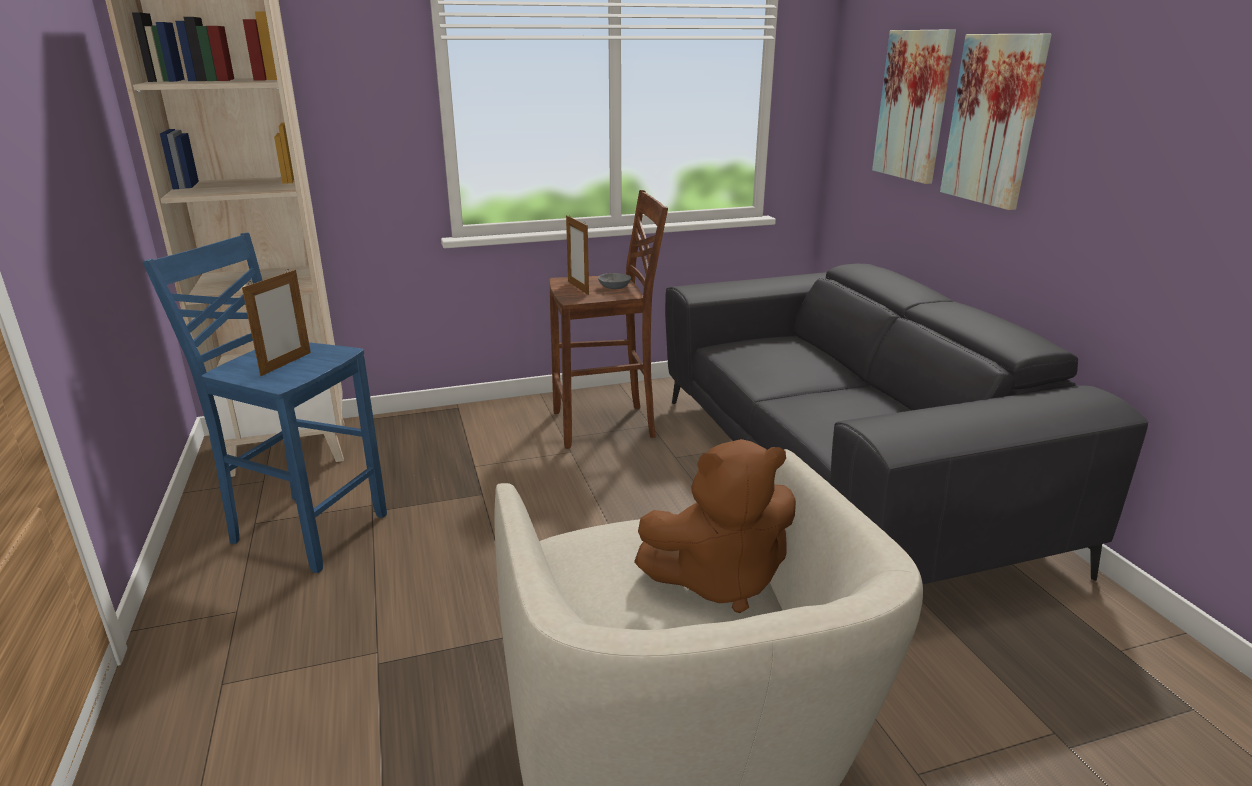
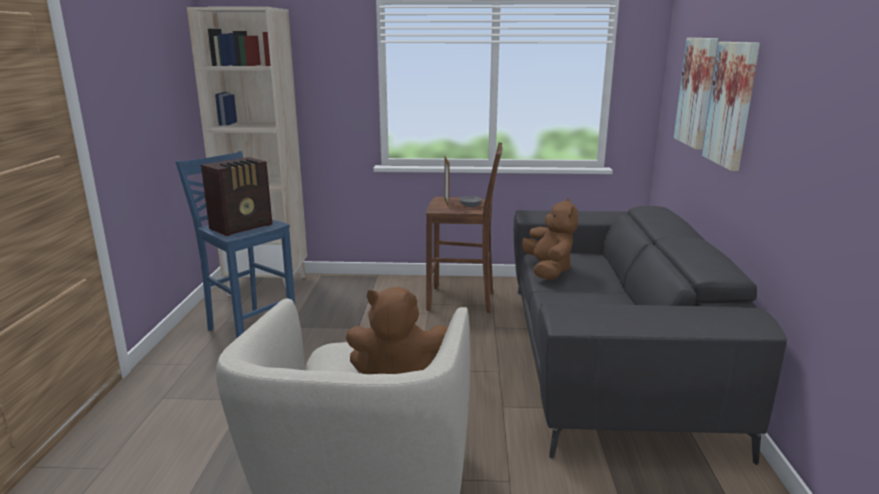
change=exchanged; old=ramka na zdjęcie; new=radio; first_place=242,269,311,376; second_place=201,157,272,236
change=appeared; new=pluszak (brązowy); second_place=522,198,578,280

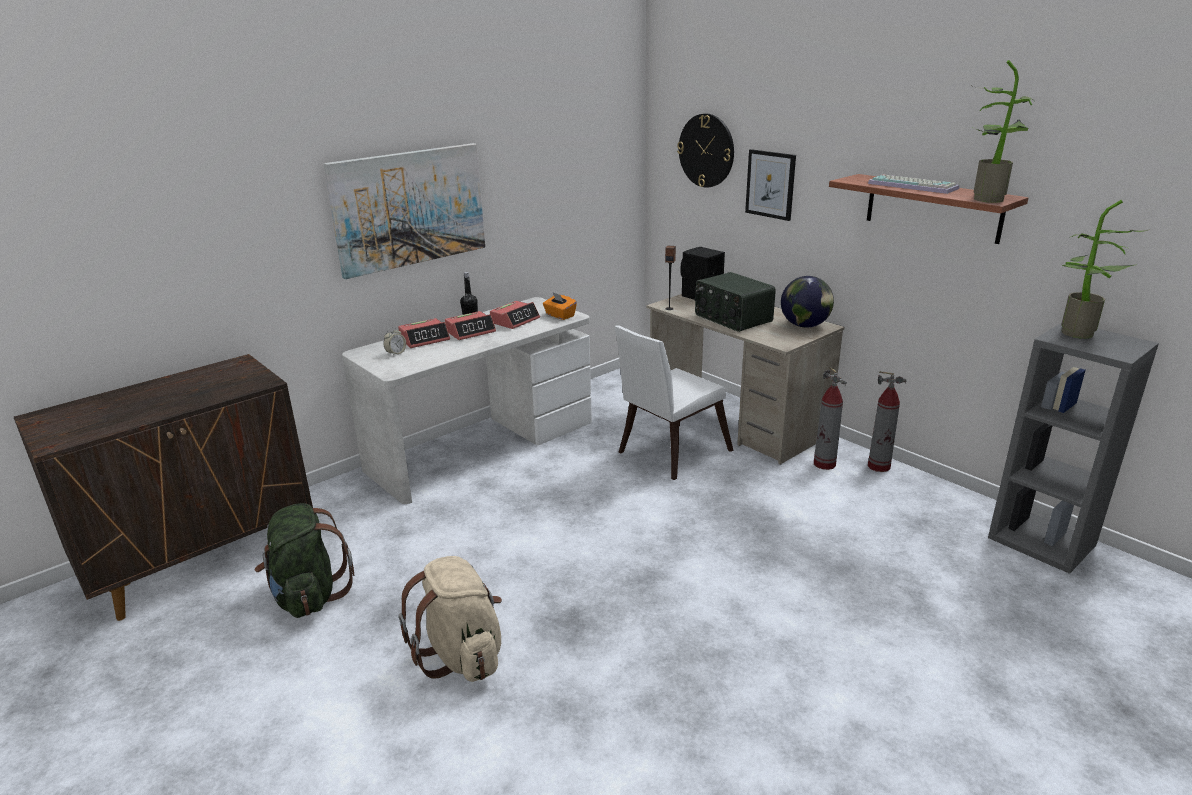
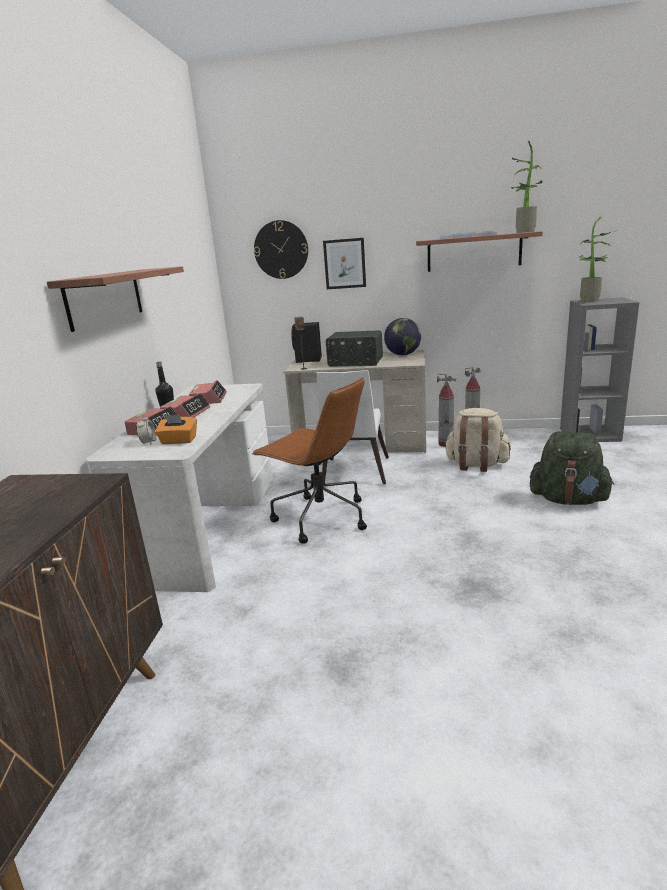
change=exchanged; old=obraz; new=półka; first_place=324,143,485,279; second_place=47,266,184,332
change=relocated; old=pudełko chusteczek (pomarańczowy); first_place=543,292,577,320; second_place=155,415,197,444
change=appeared; new=krzesło biurowe (brązowy); second_place=251,377,367,544
change=relocated; old=plecak (beżowy); first_place=399,556,502,682; second_place=444,408,511,472
change=relocated; old=plecak (zielony); first_place=255,503,354,618; second_place=530,431,614,505

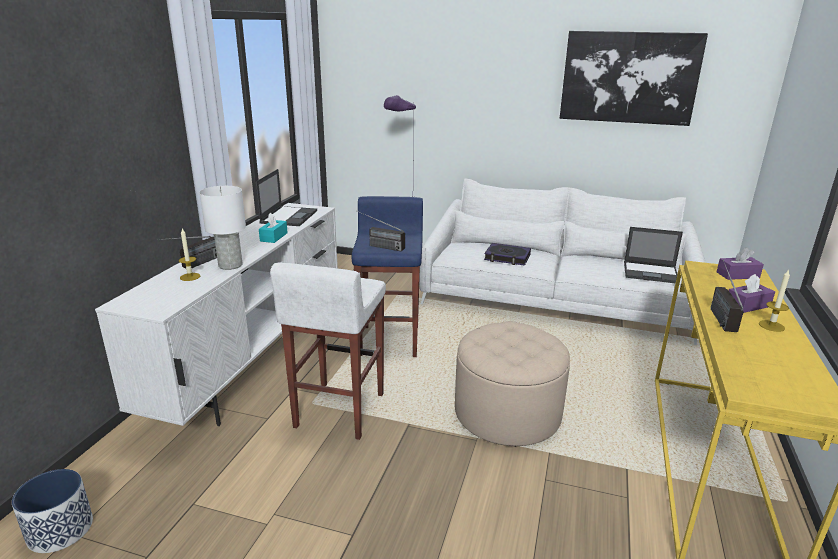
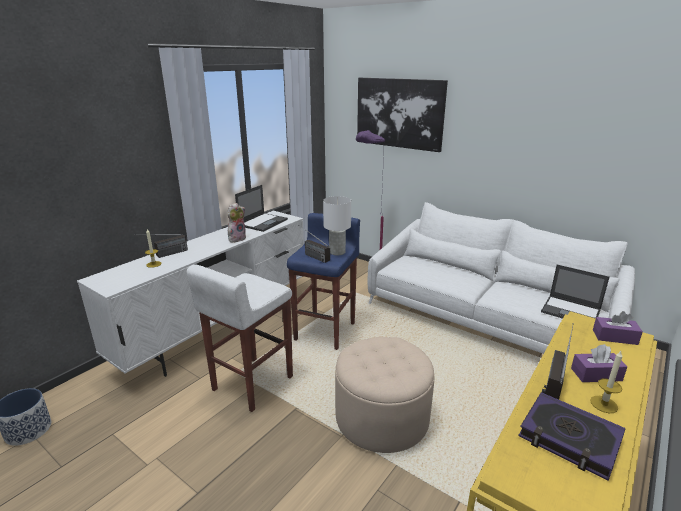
change=exchanged; old=pudełko chusteczek (turkusowy); new=pluszak; first_place=259,213,288,243; second_place=227,203,246,242
change=relocated; old=lampa stołowa (biały); first_place=200,186,246,270; second_place=323,196,351,255
change=relocated; old=obraz; first_place=560,31,708,126; second_place=357,78,448,152
change=relocated; old=książka; first_place=484,243,531,266; second_place=518,392,625,481

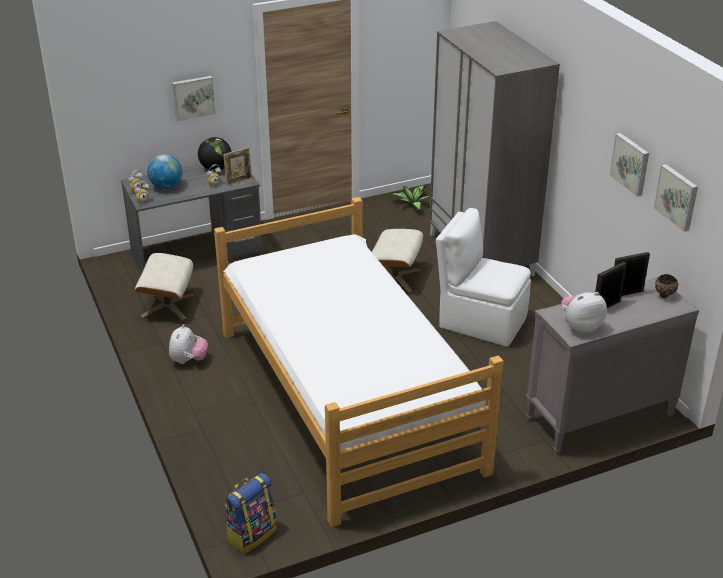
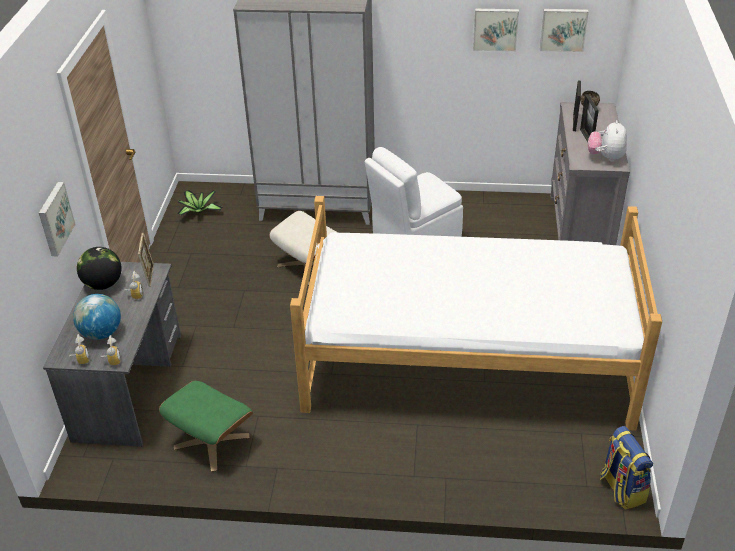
change=colour; old=pufa (beżowy); new=pufa (zielony); first_place=135,253,195,321; second_place=159,381,253,472
change=missing; old=pluszak; first_place=169,325,208,364

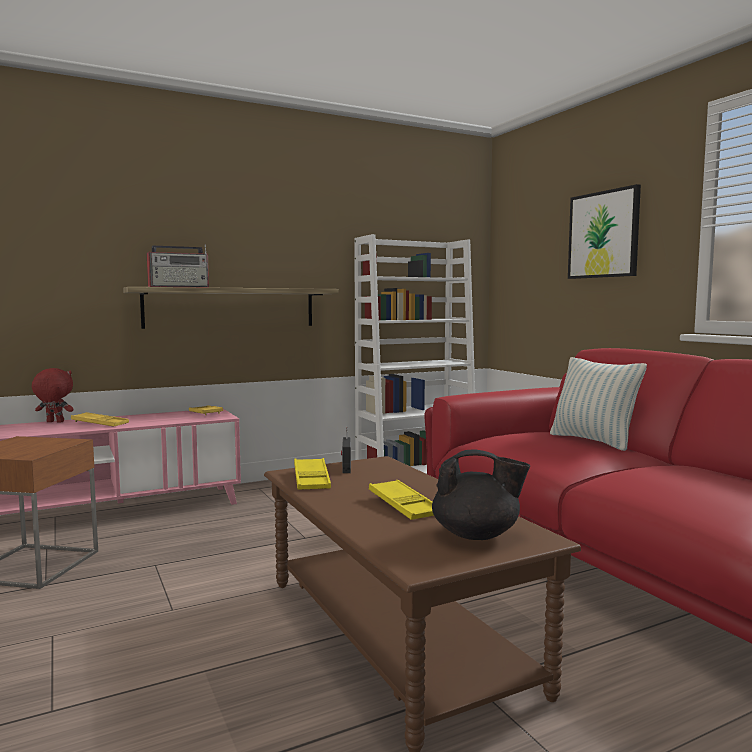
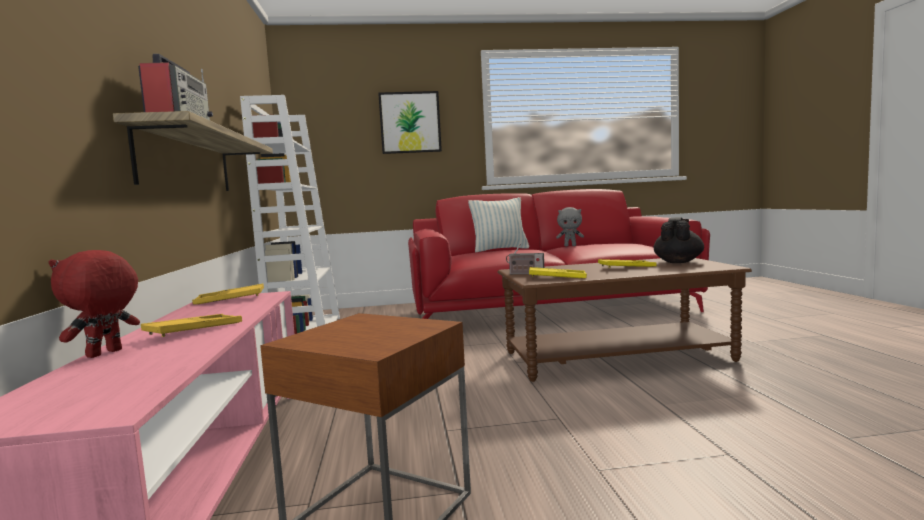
change=appeared; new=pluszak (szary); second_place=556,207,584,246

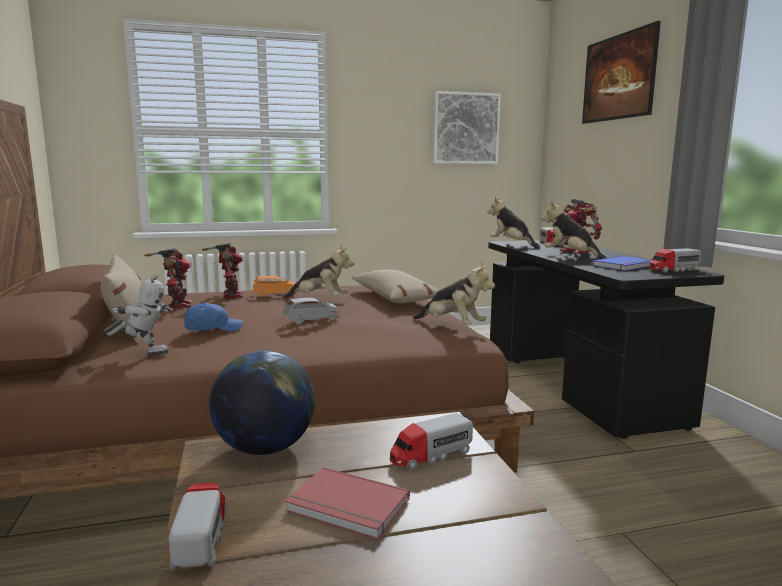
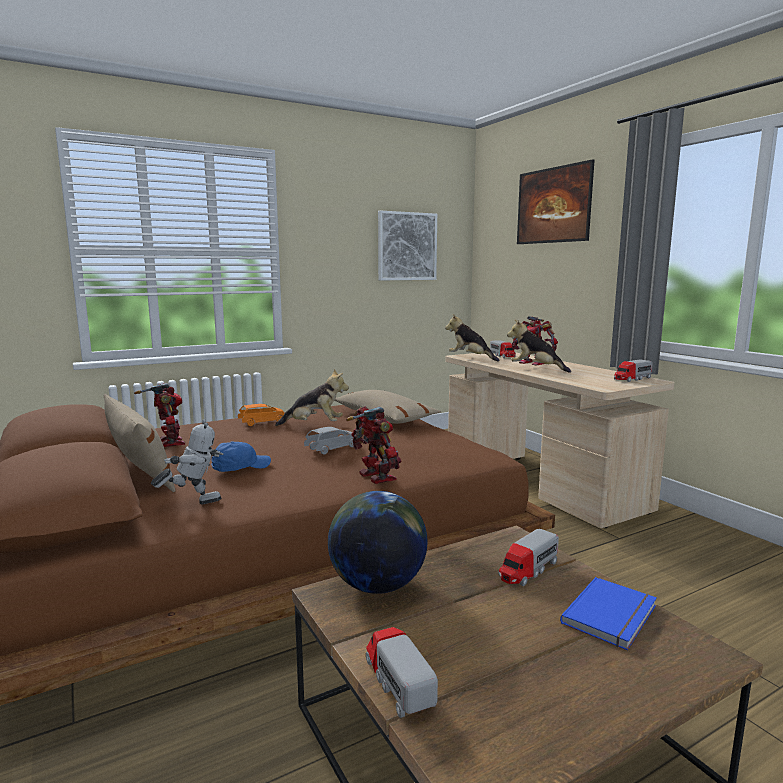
change=relocated; old=robot zabawkowy; first_place=202,243,243,298; second_place=346,406,401,484
change=colour; old=biurko (czarny); new=biurko (beżowy); first_place=488,240,724,439; second_place=445,352,674,528
change=relocated; old=książka (niebieski); first_place=592,256,651,271; second_place=560,577,657,650
change=missing; old=książka (czerwony); first_place=284,467,410,540
change=missing; old=pluszak; first_place=413,262,495,324

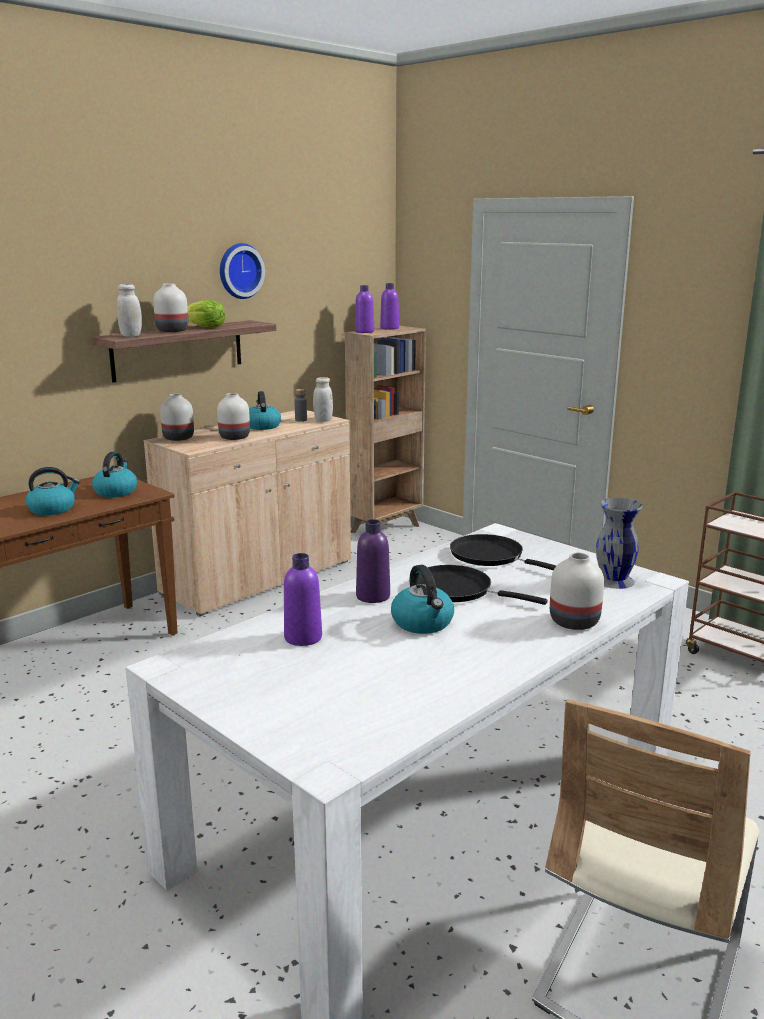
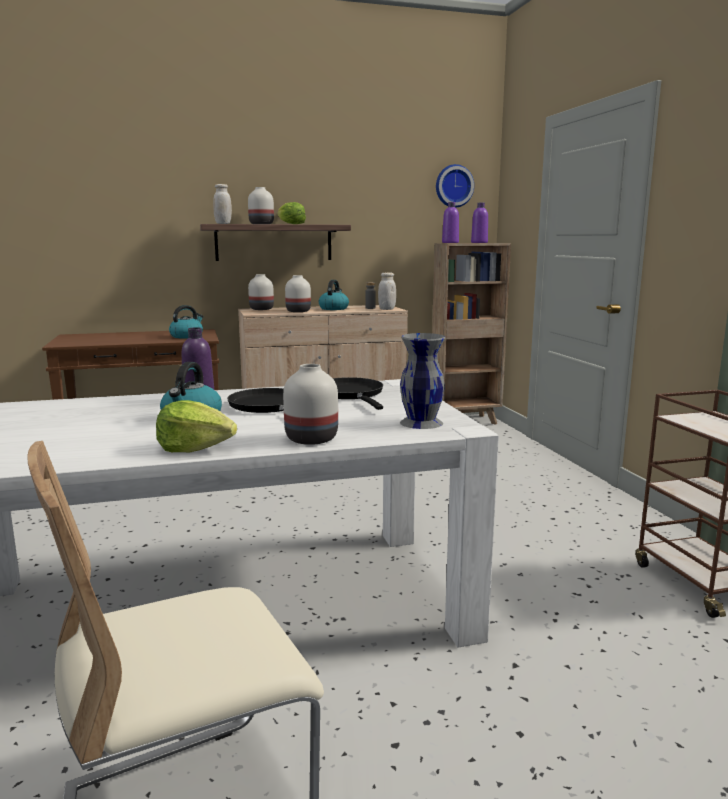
change=appeared; new=sałata; second_place=156,400,237,452
change=relocated; old=zegar ścienny; first_place=220,243,265,299; second_place=436,164,474,208
change=missing; old=czajnik; first_place=26,467,80,515
change=missing; old=butelka (fioletowy); first_place=284,553,322,646

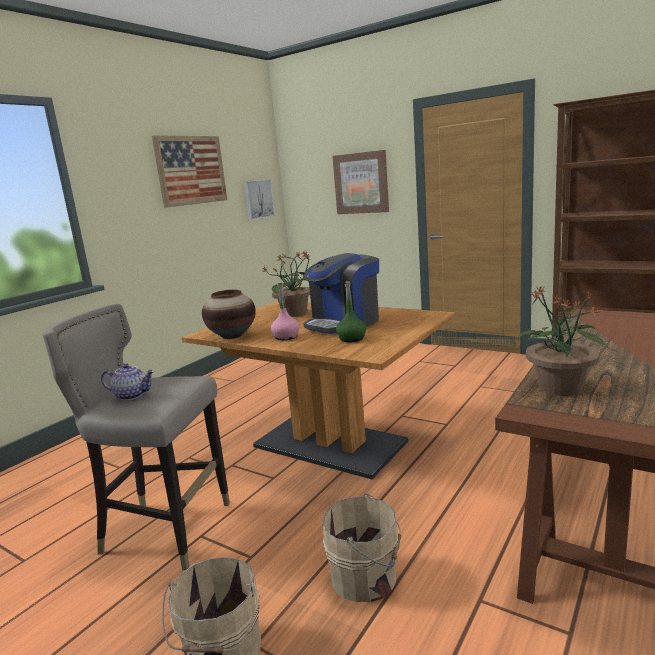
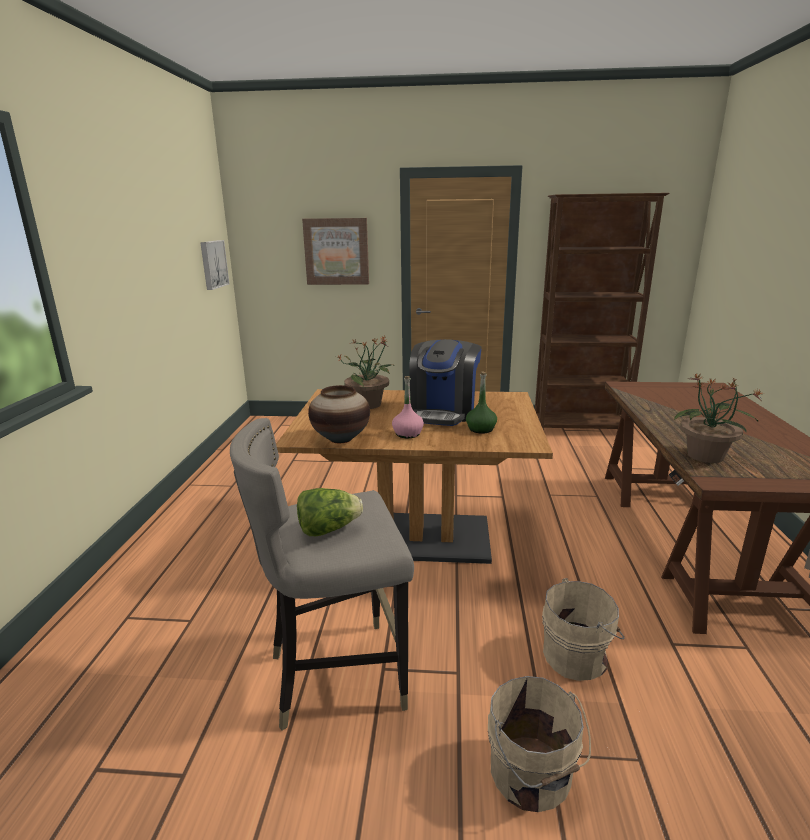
change=exchanged; old=imbryk; new=sałata; first_place=101,363,155,400; second_place=297,488,363,536
change=missing; old=obraz; first_place=152,135,227,208

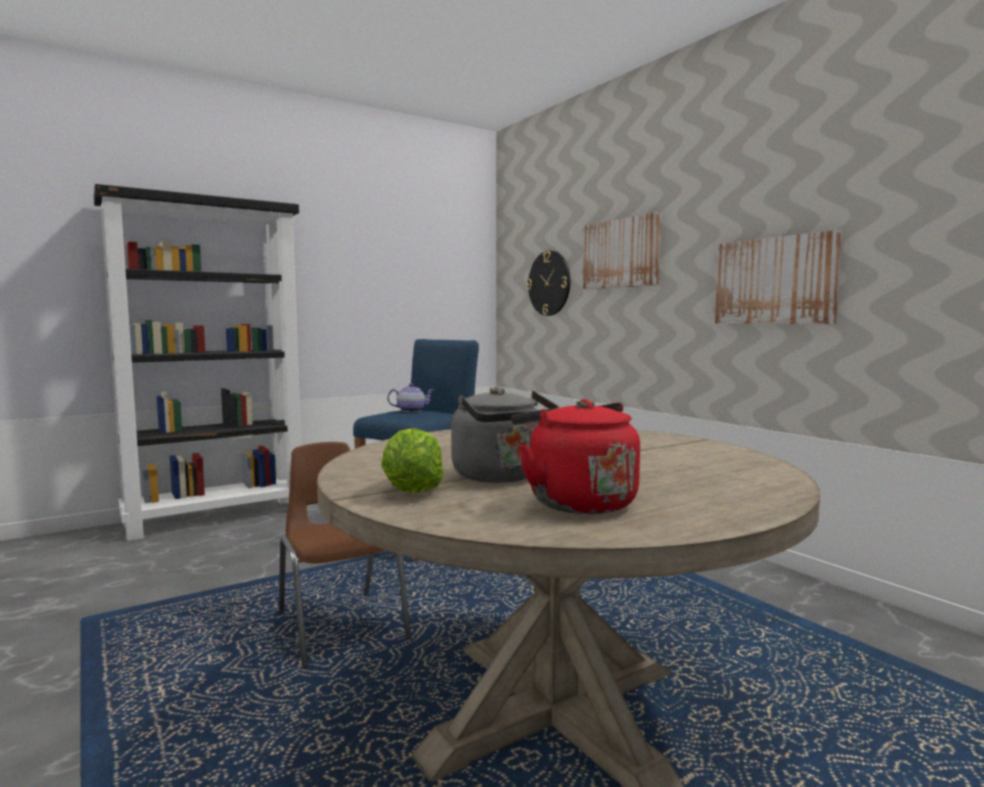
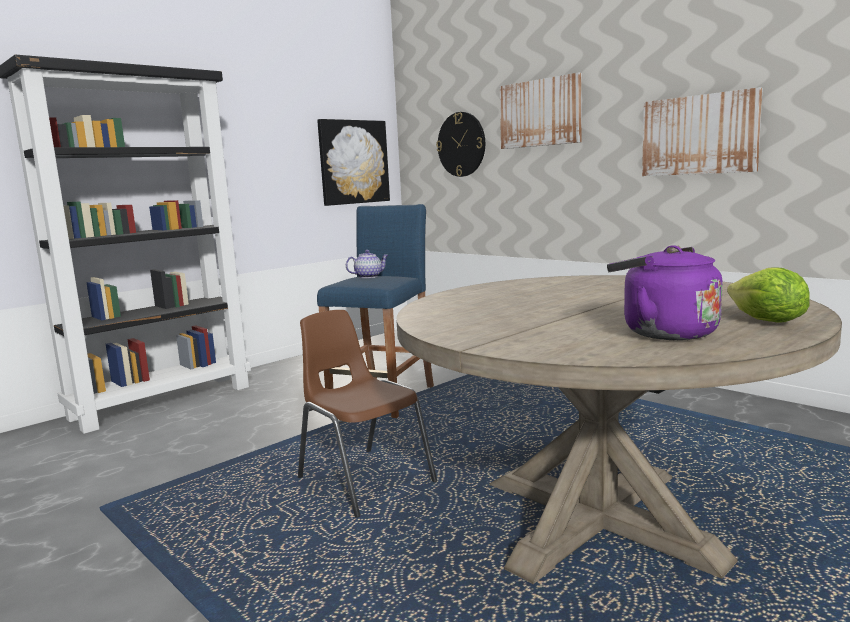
change=appeared; new=obraz; second_place=317,119,390,206
change=colour; old=czajnik (czerwony); new=czajnik (fioletowy); first_place=511,399,640,514; second_place=607,245,723,340
change=relocated; old=sałata; first_place=381,428,444,493; second_place=727,267,810,323
change=missing; old=czajnik (szary); first_place=451,387,559,483

